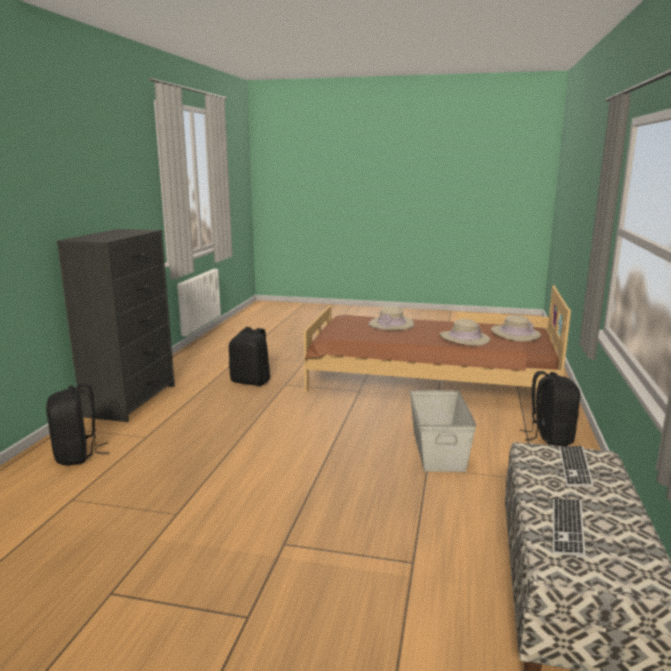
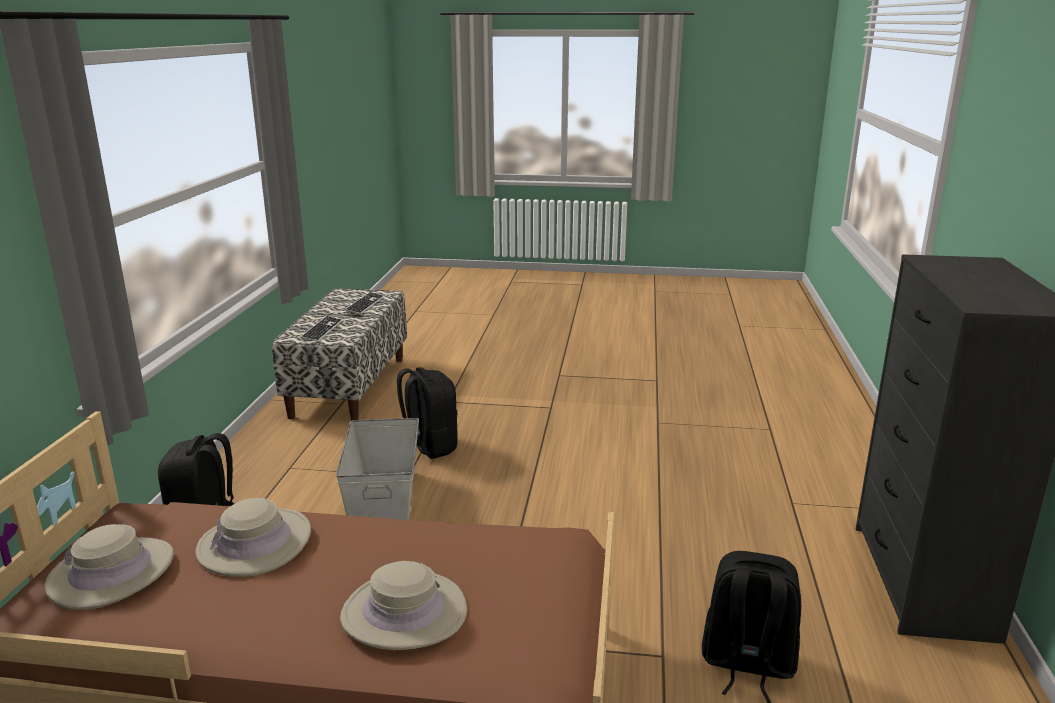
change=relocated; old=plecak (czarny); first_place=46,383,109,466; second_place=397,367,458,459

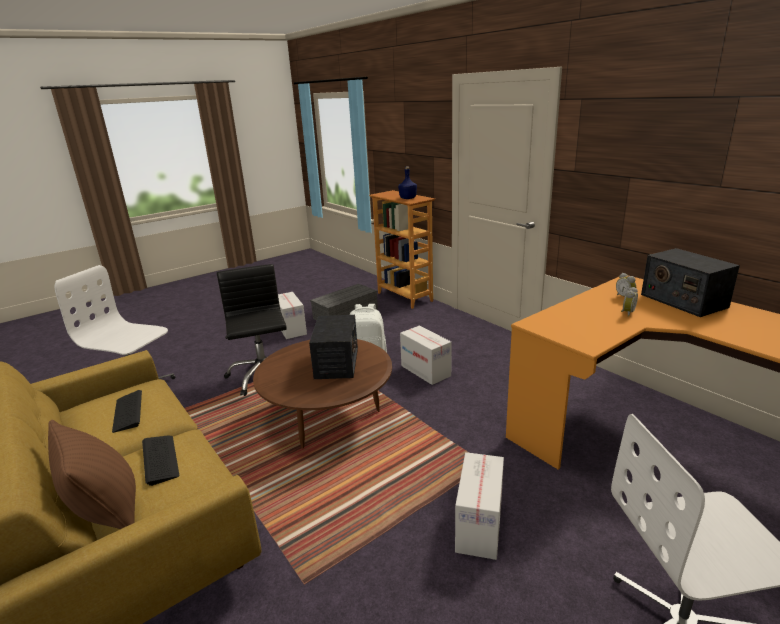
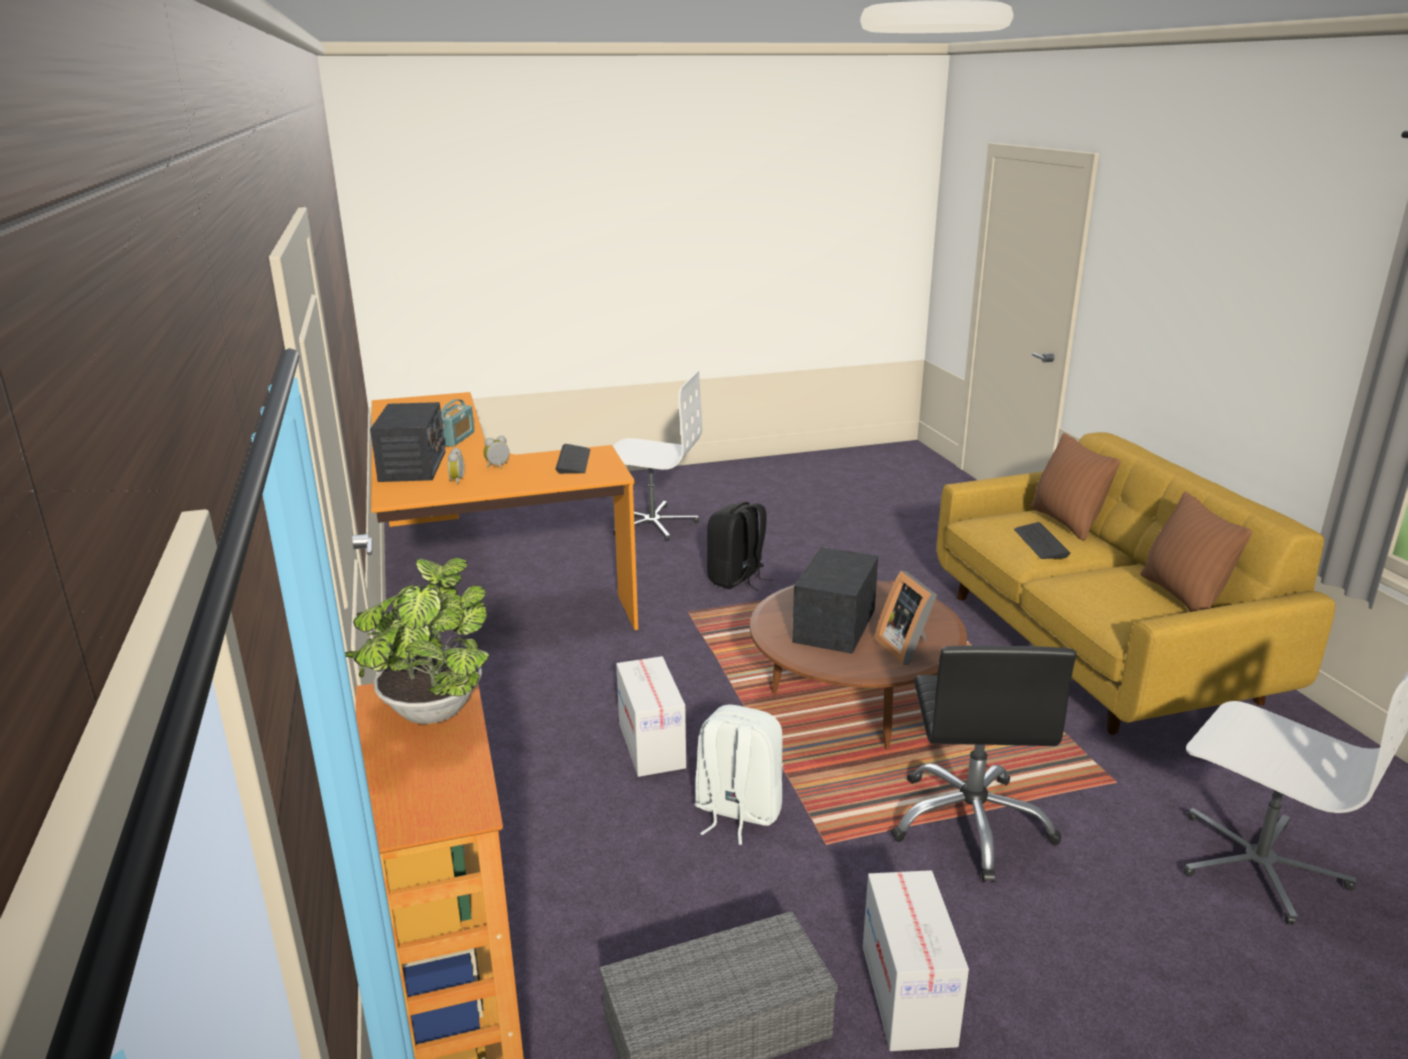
change=exchanged; old=butelka (niebieski); new=roślina doniczkowa; first_place=398,166,417,199; second_place=345,558,489,724
change=appeared; new=radio; second_place=441,399,475,447
change=relocated; old=klawiatura; first_place=112,390,142,433; second_place=556,444,590,474
change=exchanged; old=karton; new=plecak (czarny); first_place=455,452,504,560; second_place=707,502,773,591
change=appeared; new=ramka na zdjęcie; second_place=874,571,937,665
change=appeared; new=poduszka (brązowy); second_place=1140,492,1252,612

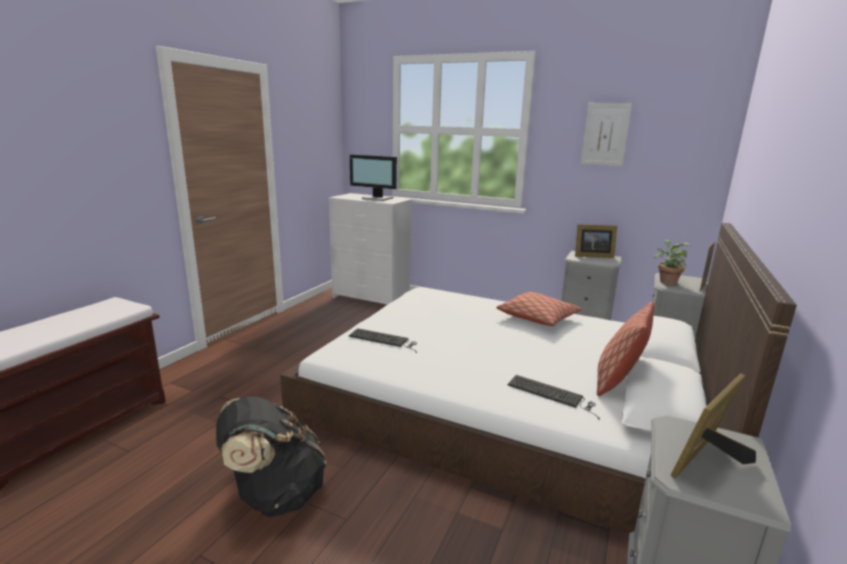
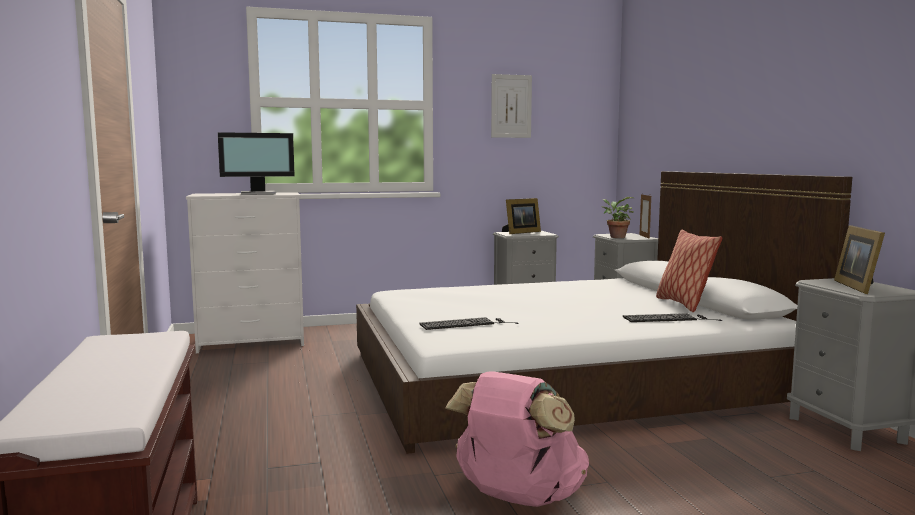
change=colour; old=plecak (czarny); new=plecak (różowy); first_place=216,396,327,517; second_place=445,371,589,507
change=missing; old=poduszka; first_place=497,292,582,326

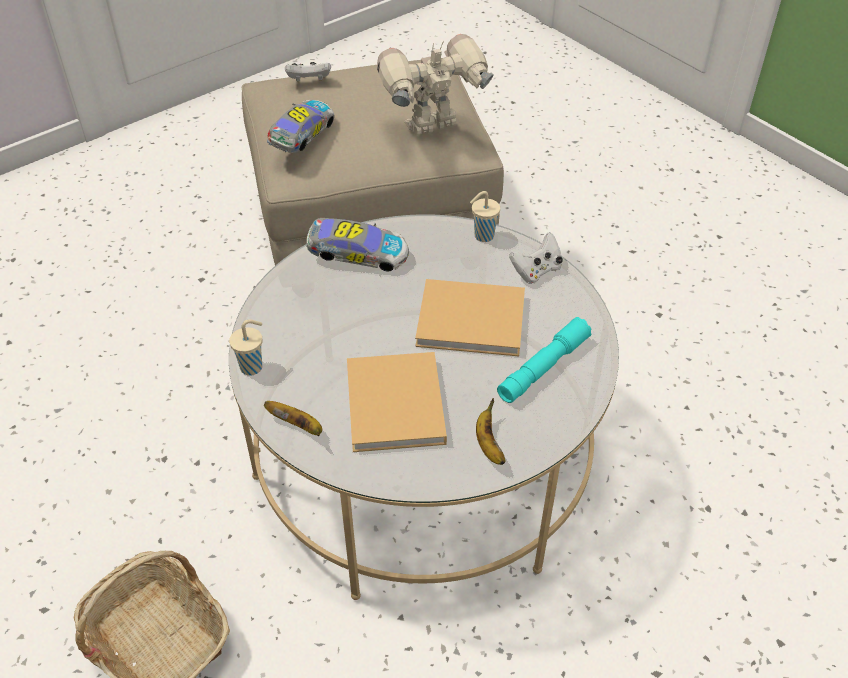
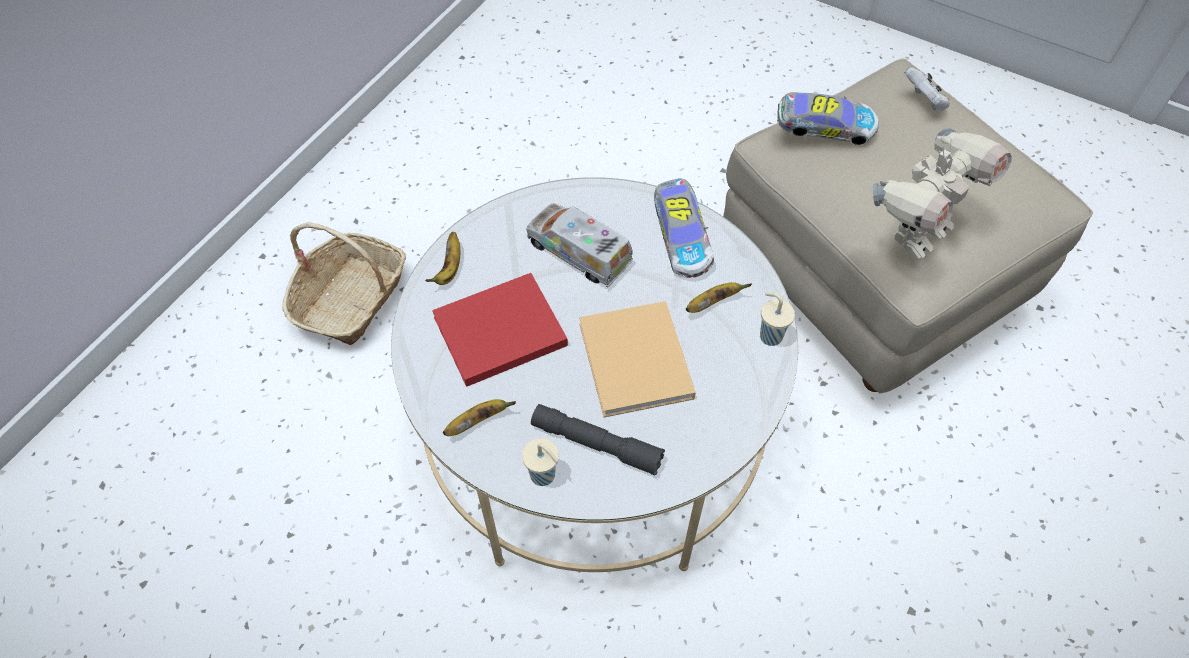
change=colour; old=książka (beżowy); new=książka (czerwony); first_place=347,352,447,452; second_place=432,273,568,387
change=relocated; old=filiżanka (beżowy); first_place=229,319,263,376; second_place=522,438,559,486
change=appeared; new=ciężarówka zabawkowa; second_place=527,203,633,287
change=colour; old=latarka (turkusowy); new=latarka (szary); first_place=497,317,592,403; second_place=531,404,665,476
change=appeared; new=banan; second_place=686,282,752,313
change=spun; old=robot zabawkowy; first_place=377,34,494,136; second_place=873,128,1012,259; degrees=90
change=missing; old=pad do gier (biały); first_place=509,232,563,284

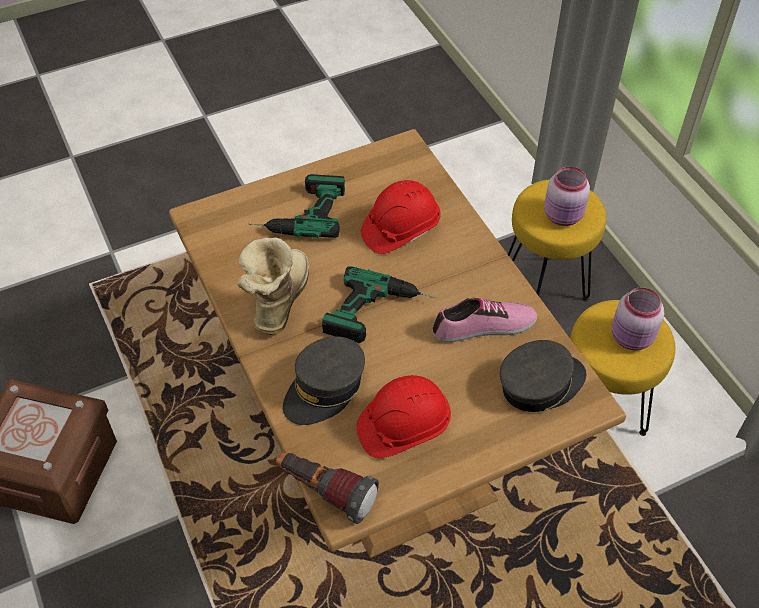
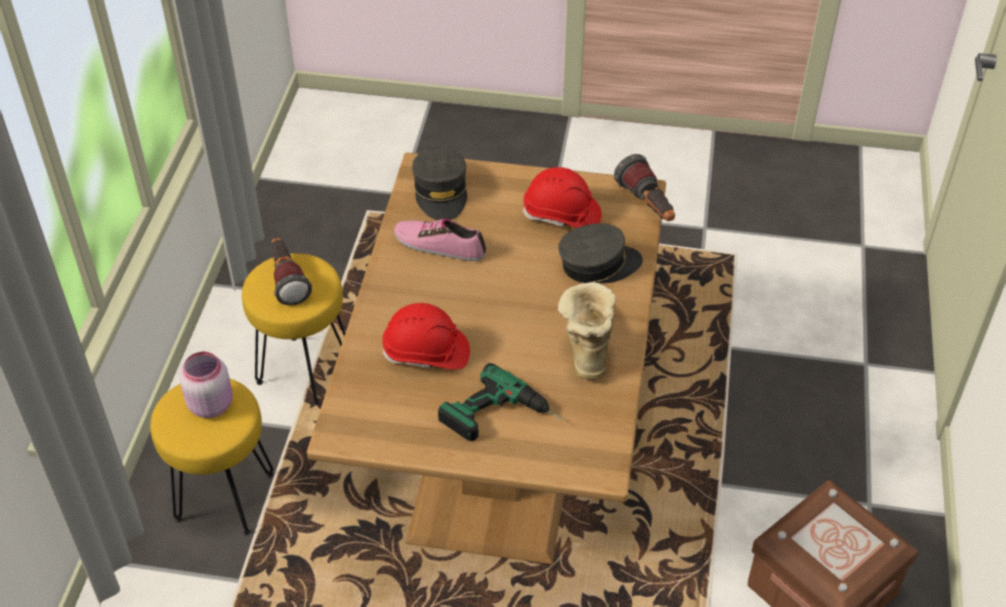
change=exchanged; old=słoik (różowy); new=latarka; first_place=612,287,664,350; second_place=271,238,312,305
change=spun; old=czapka z daszkiem (szary); first_place=500,340,586,412; second_place=412,147,467,220; degrees=-105
change=spun; old=but z cholewką; first_place=237,238,309,335; second_place=558,282,616,380; degrees=135
change=missing; old=wiertarka; first_place=322,266,435,343

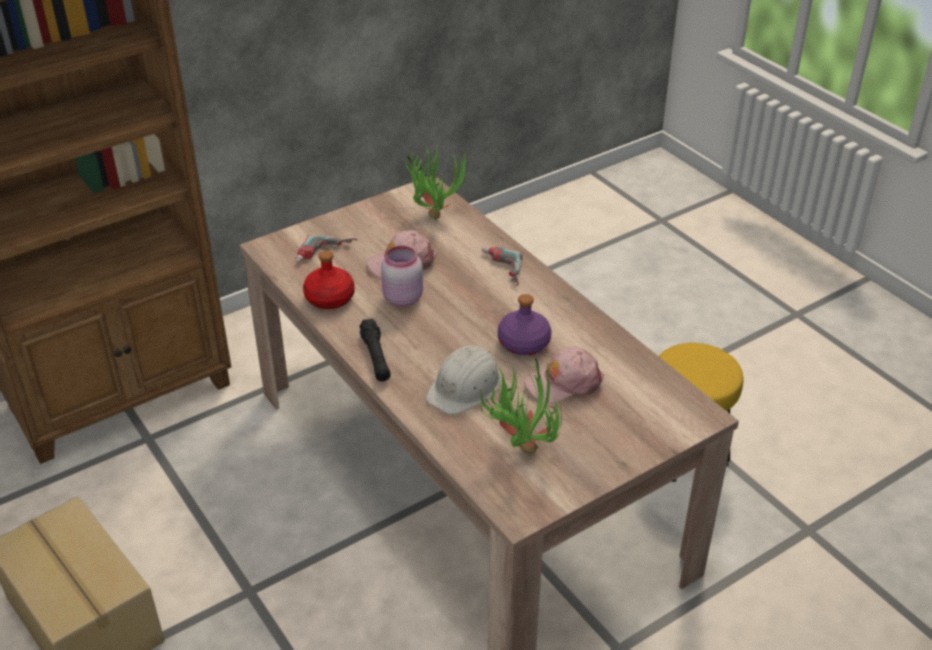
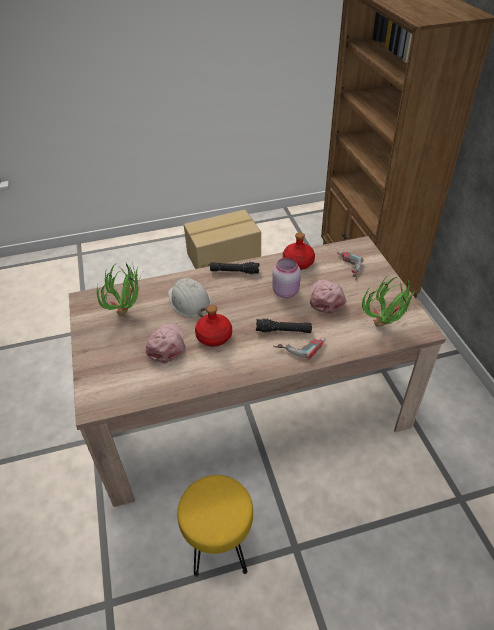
change=colour; old=butelka (fioletowy); new=butelka (czerwony); first_place=498,294,551,355; second_place=195,305,232,347
change=appeared; new=latarka (czarny); second_place=256,319,312,333

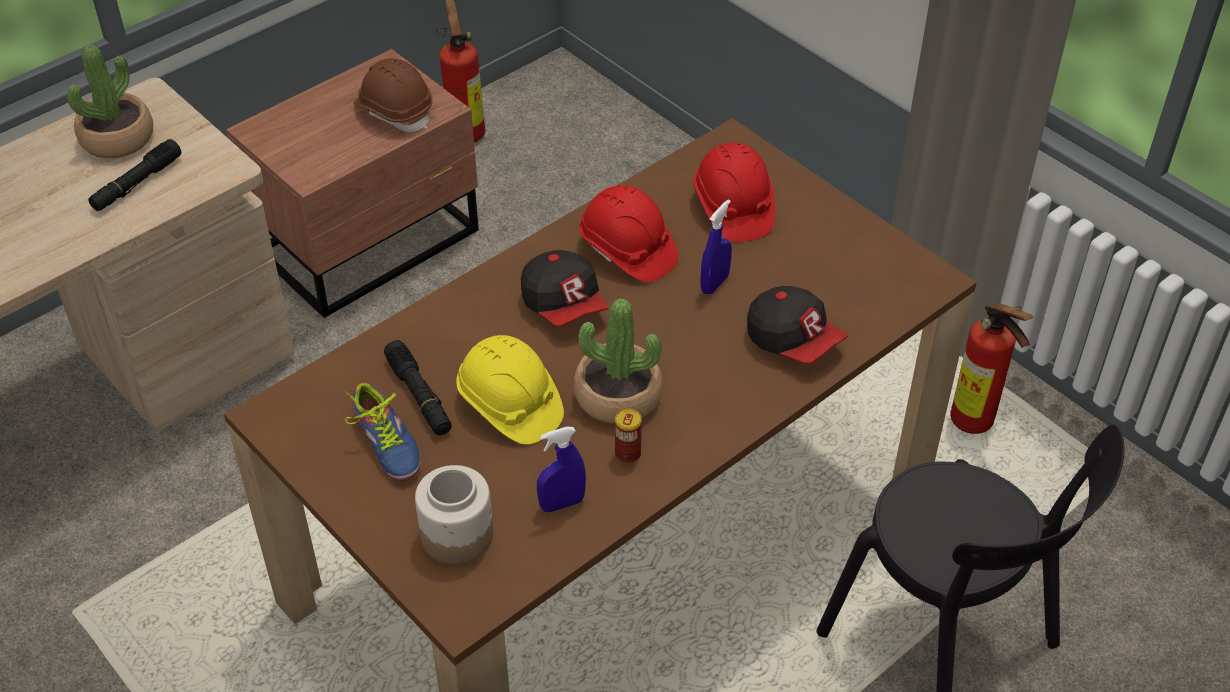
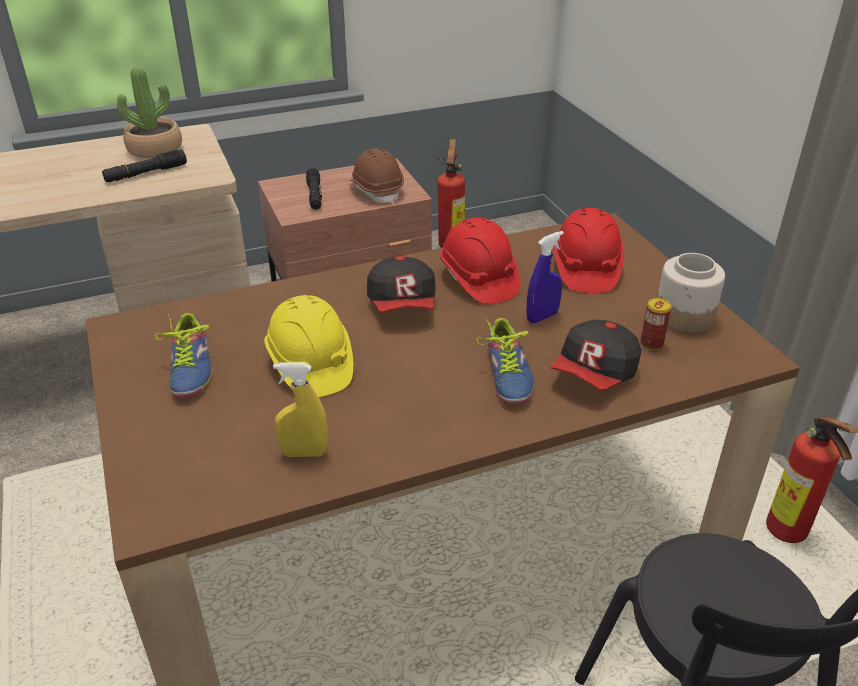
change=colour; old=spryskiwacz (niebieski); new=spryskiwacz (żółty); first_place=537,427,586,512; second_place=273,362,328,457
change=relocated; old=latarka (czarny); first_place=384,340,452,435; second_place=306,168,322,210
change=appeared; new=but; second_place=476,318,534,404
change=spun; old=czapka z daszkiem; first_place=747,286,848,364; second_place=551,320,641,391; degrees=60
change=relocated; old=puszka; first_place=615,409,642,463; second_place=641,298,671,350
change=relocated; old=słoik; first_place=415,465,493,565; second_place=657,253,725,333
change=missing; old=roślina doniczkowa; first_place=574,298,663,424

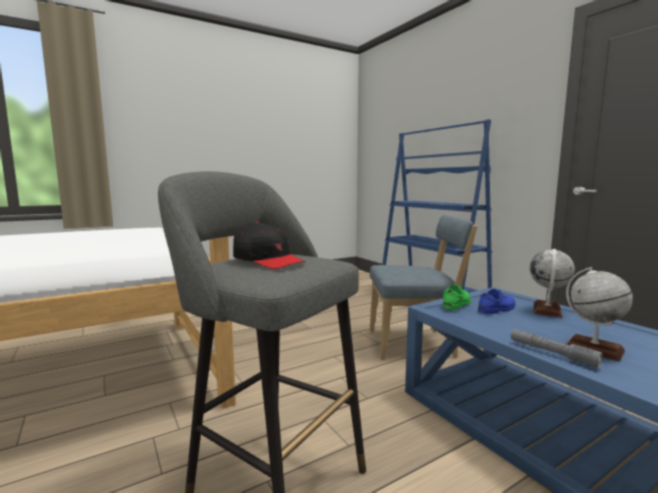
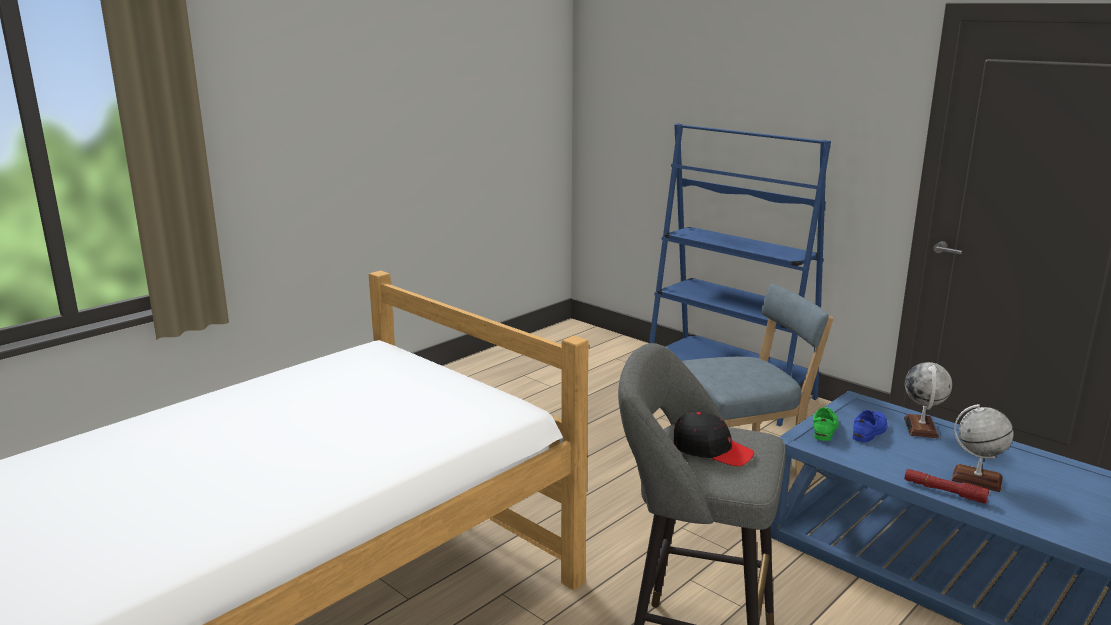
change=colour; old=latarka (szary); new=latarka (czerwony); first_place=511,329,603,368; second_place=905,469,989,503

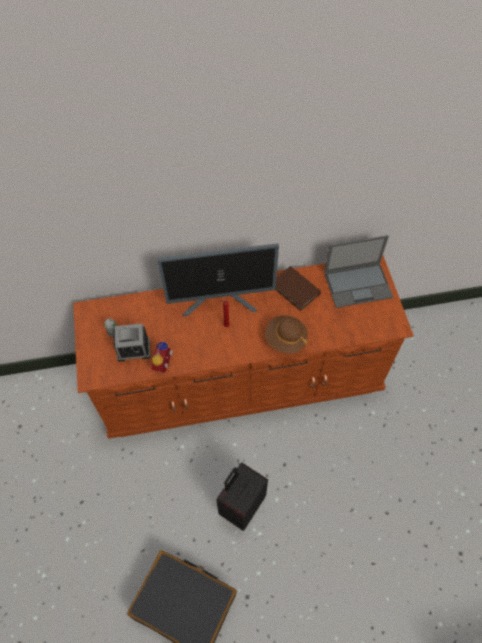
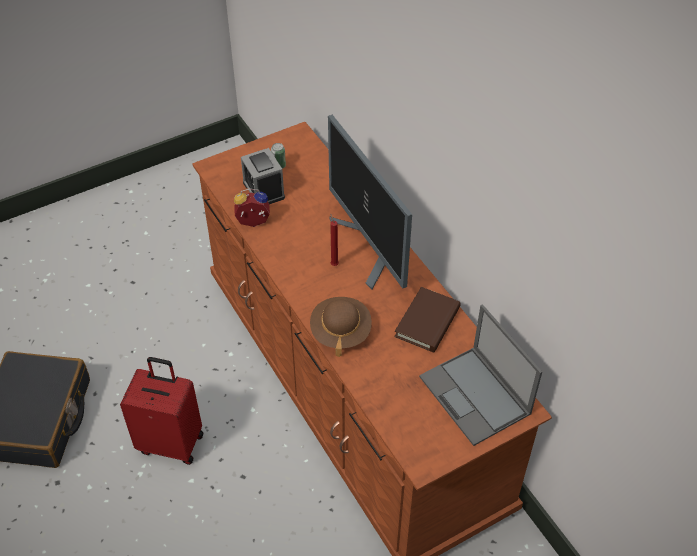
change=colour; old=walizka (czarny); new=walizka (czerwony); first_place=216,462,268,531; second_place=120,357,203,465

